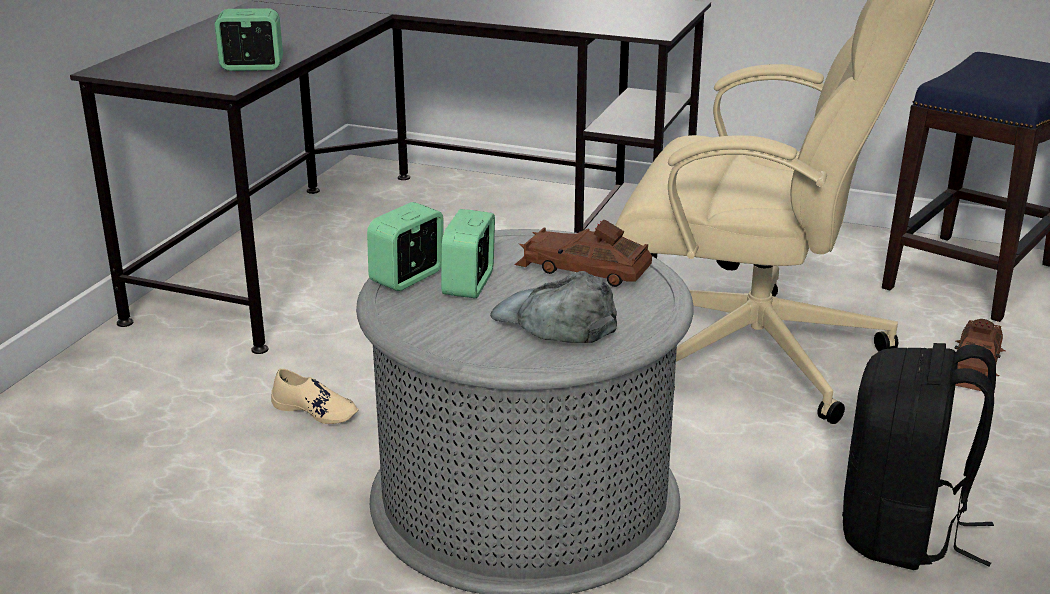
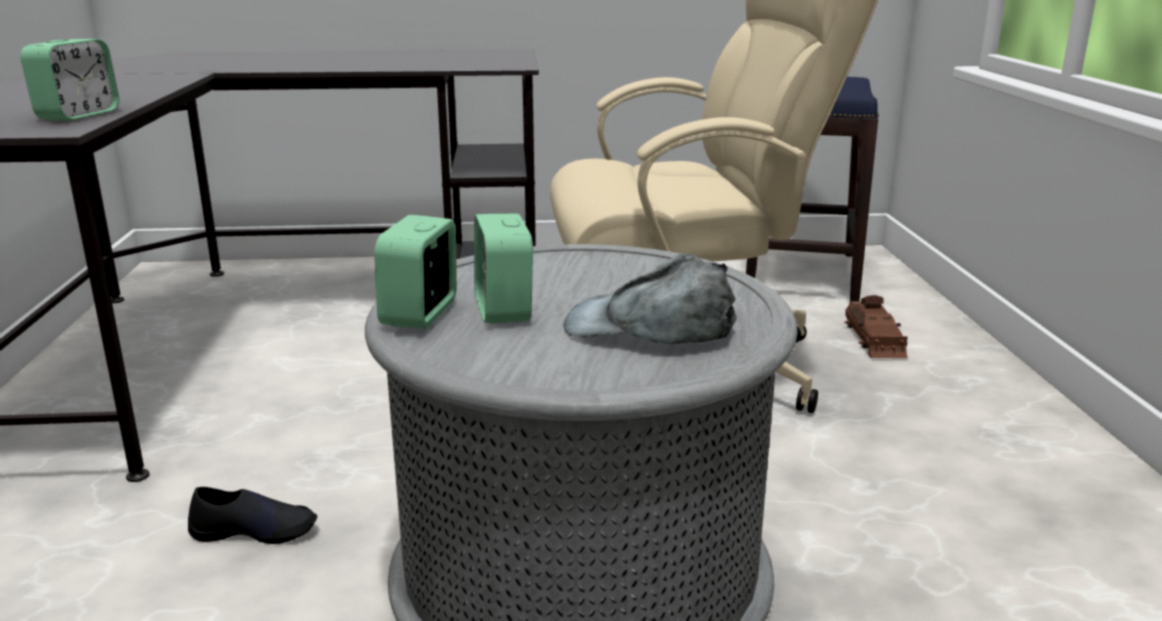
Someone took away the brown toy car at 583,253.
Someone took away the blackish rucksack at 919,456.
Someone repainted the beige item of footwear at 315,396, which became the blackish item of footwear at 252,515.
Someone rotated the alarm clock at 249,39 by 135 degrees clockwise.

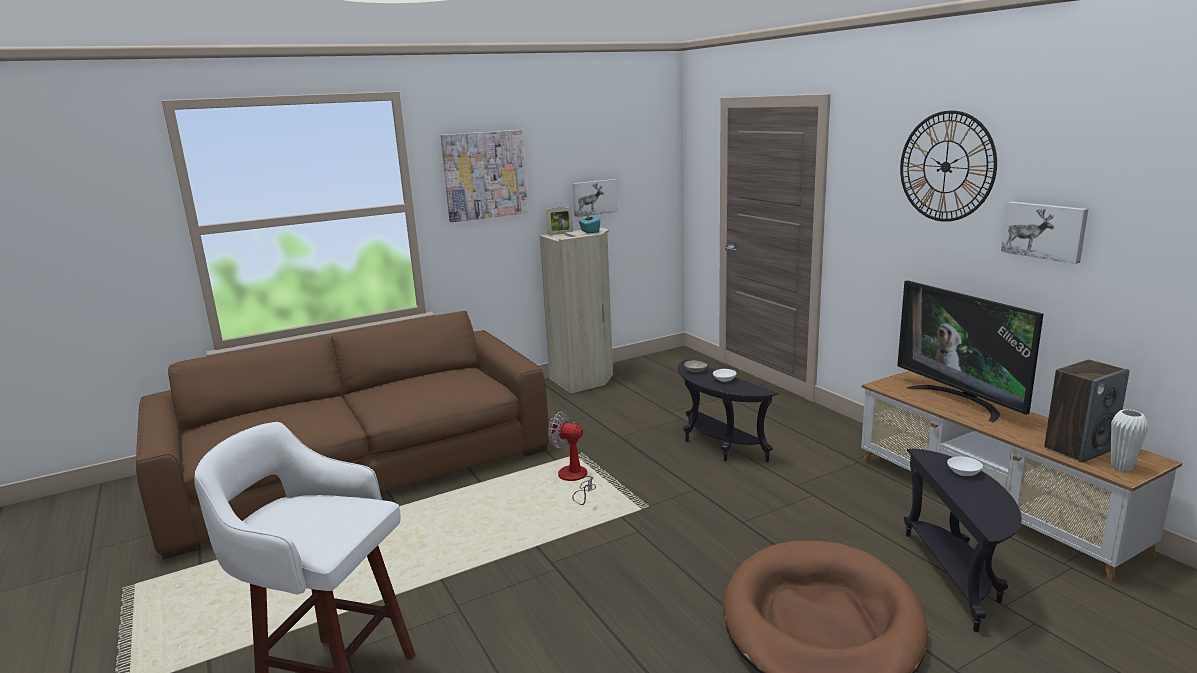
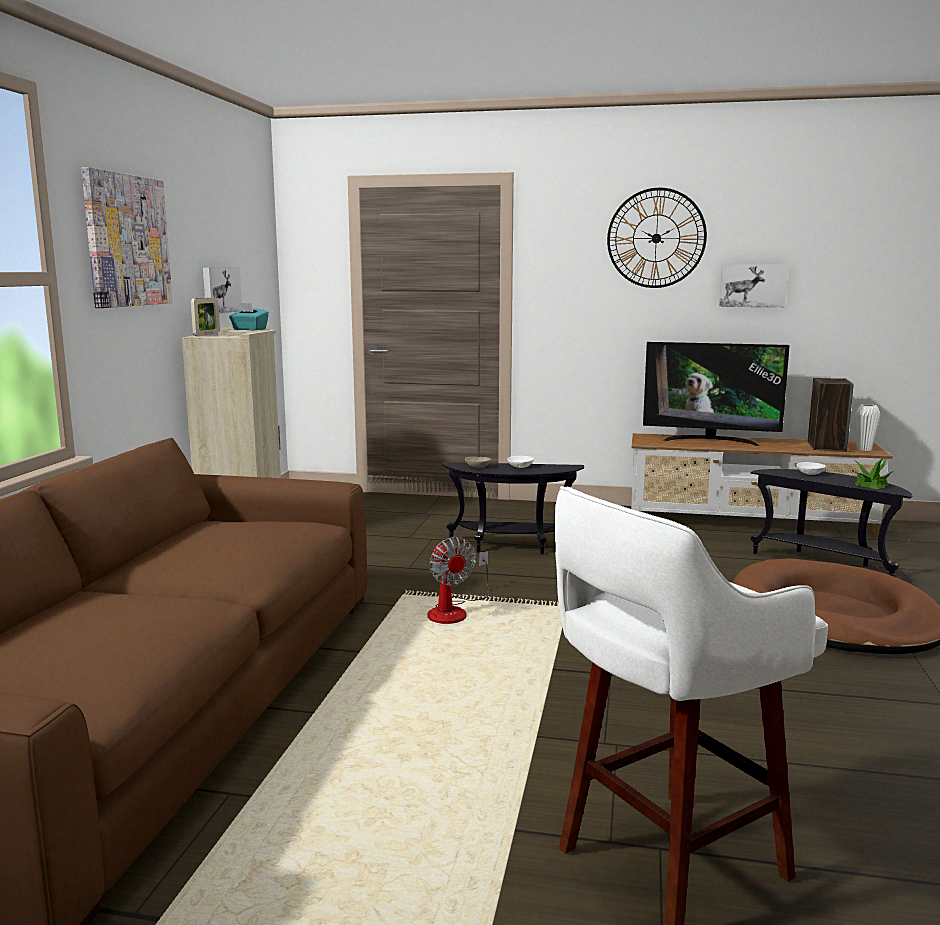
Someone put down the potted plant at 873,473.
Someone rotated the electric fan at 572,458 by 90 degrees counterclockwise.

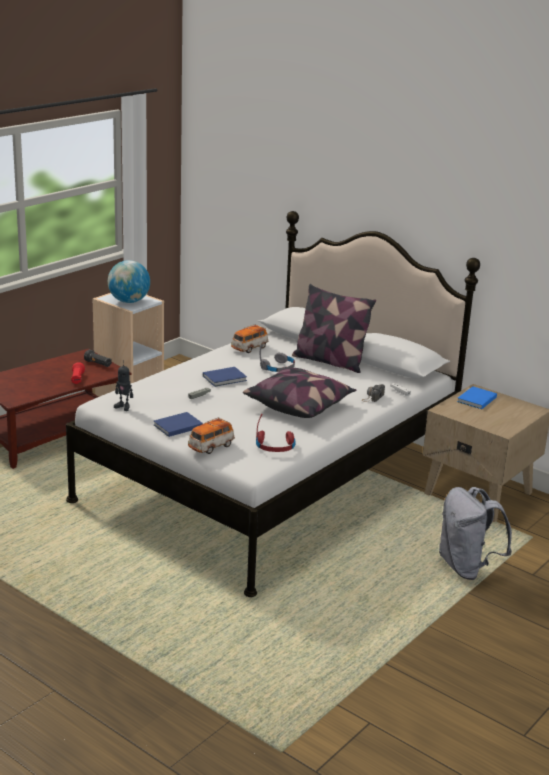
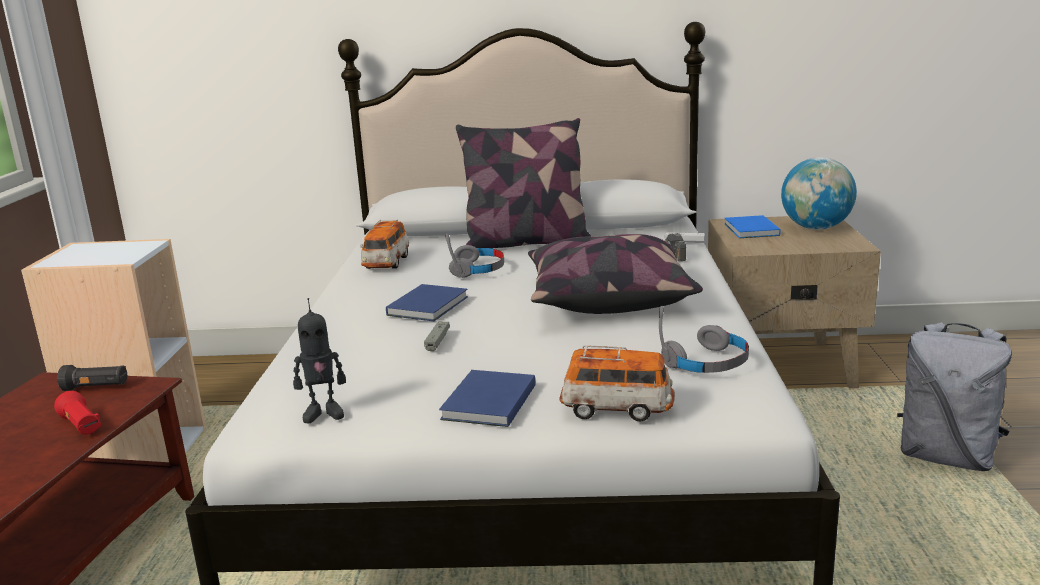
Someone carried the globe from 129,281 to 819,193.
Someone repainted the red pair of headphones at 275,433, which became the grey pair of headphones at 704,339.
Someone rotated the toy car at 211,435 by 90 degrees counterclockwise.

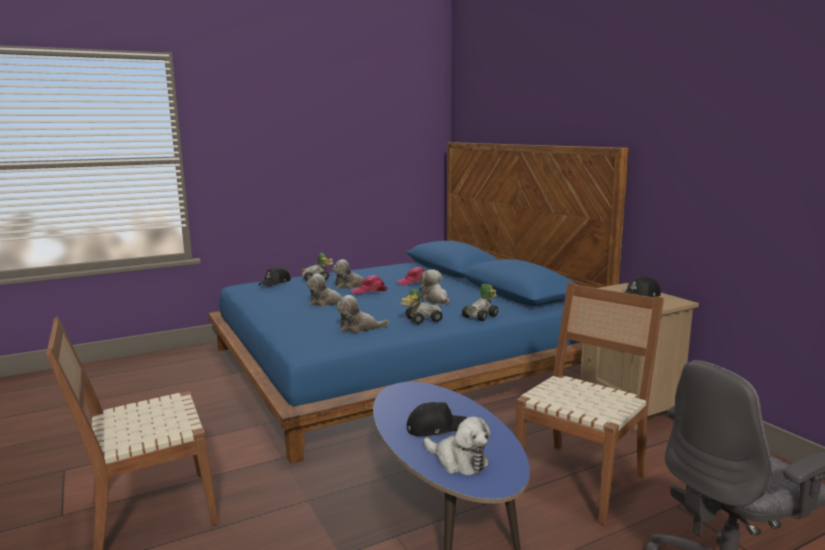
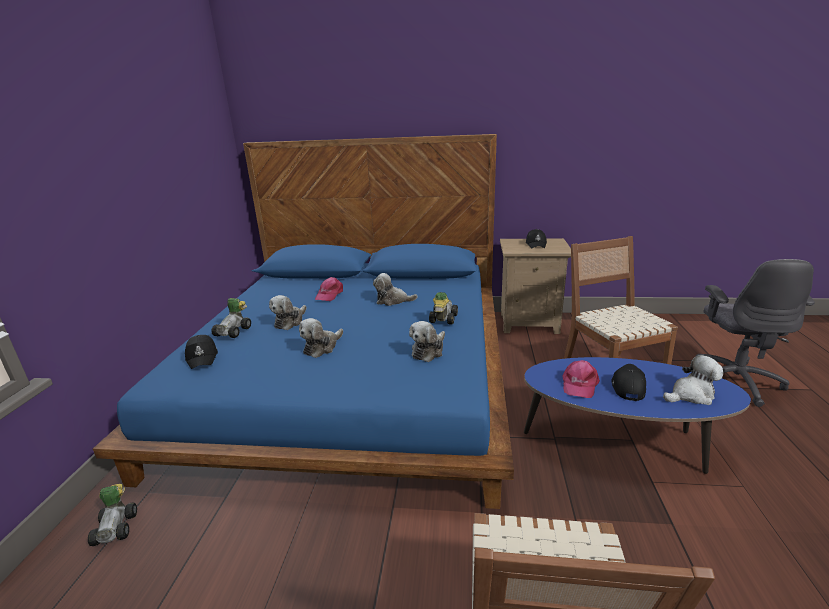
Someone carried the pink baseball cap from 368,285 to 581,379.
Someone carried the toy car from 480,302 to 112,515.

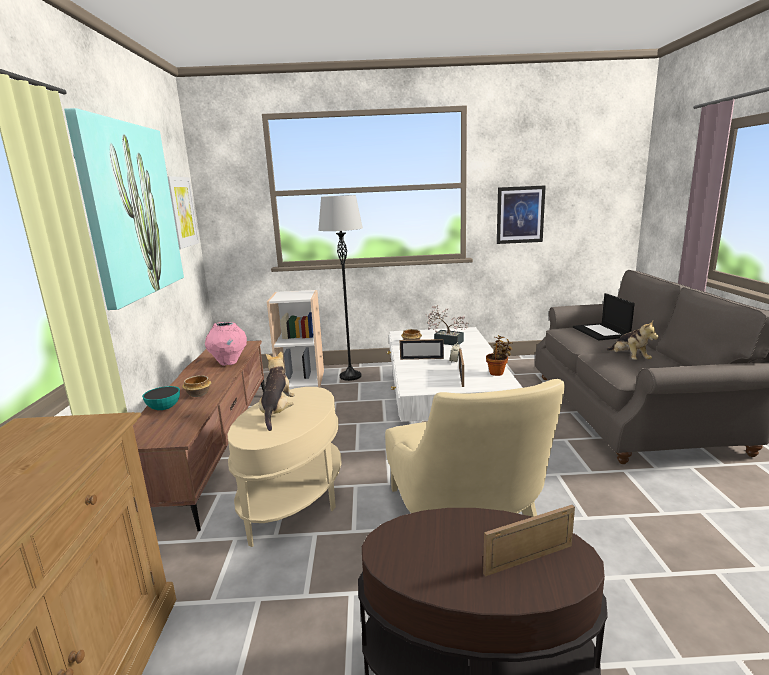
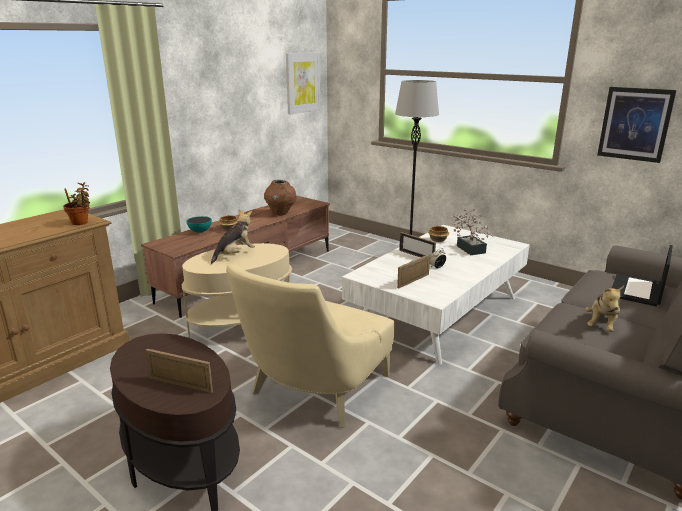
Someone took away the wall picture at 124,209.
Someone took away the shelving unit at 295,339.
Someone carried the potted plant from 499,355 to 76,203.
Someone repainted the pink vase at 226,344, which became the brown vase at 280,198.

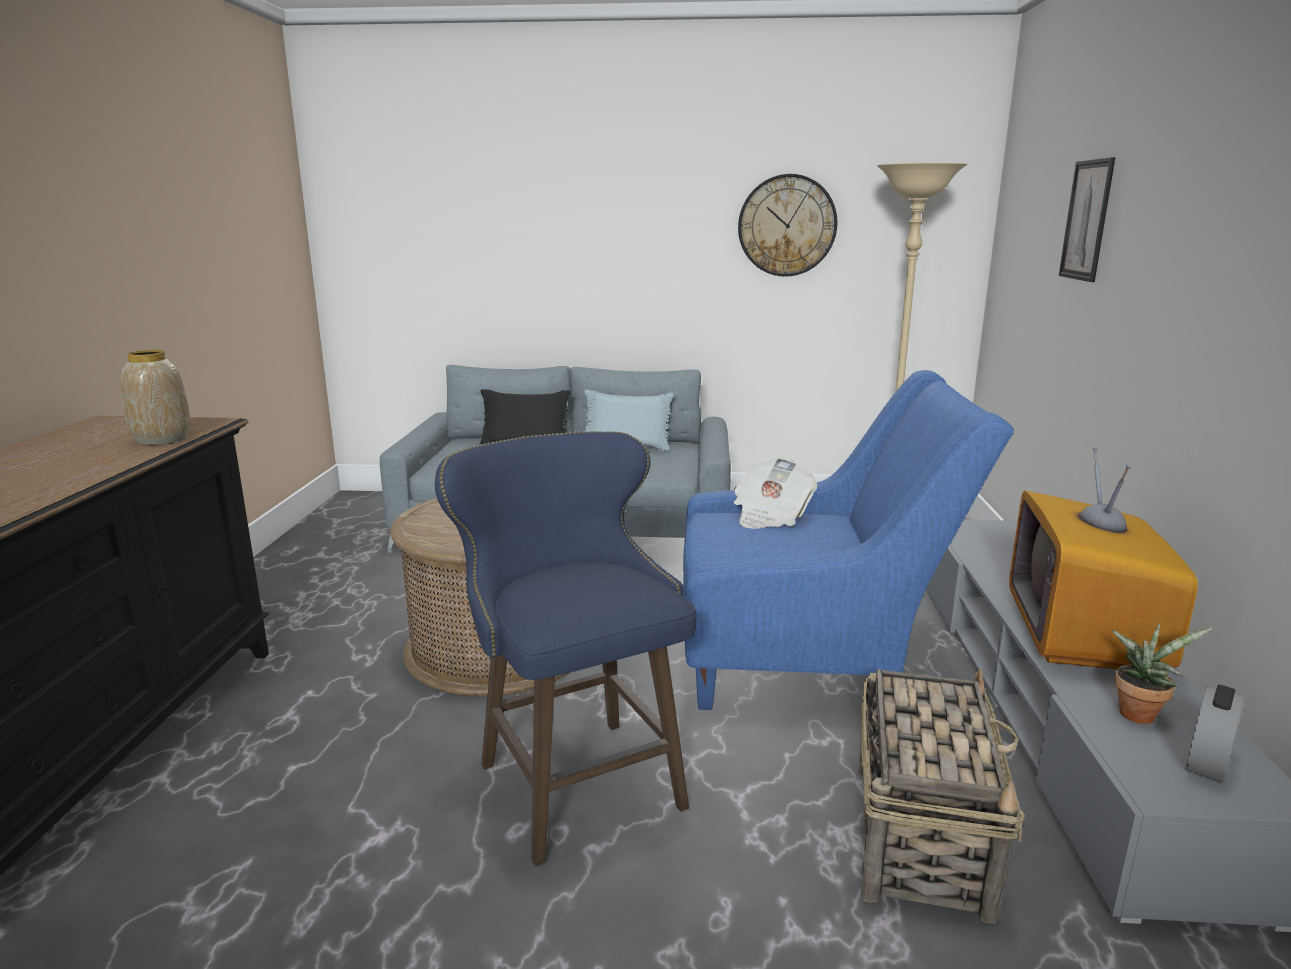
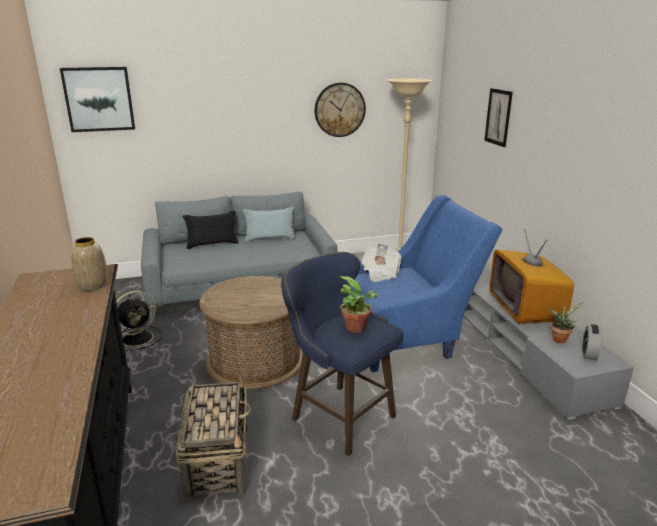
Someone put up the wall picture at 97,99.
Someone put down the blackish electric fan at 139,320.
Someone put down the potted plant at 359,304.
Someone carried the storage basket from 942,796 to 213,438.

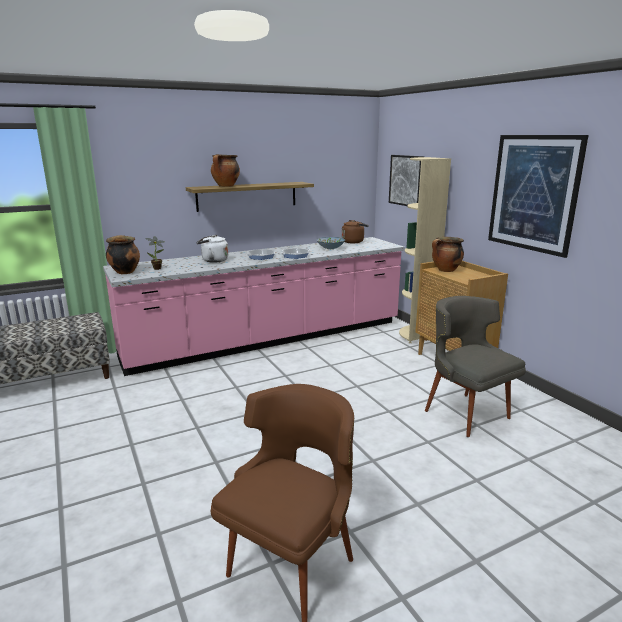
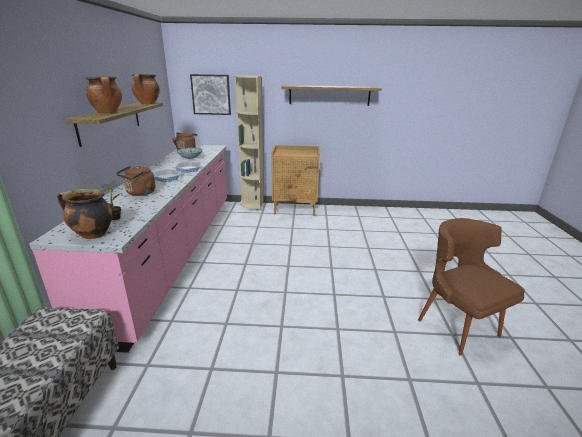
Someone took away the grey chair at 475,366.
Someone carried the stockpot from 448,254 to 146,89.
Someone swapped the wall picture at 538,196 for the bracket shelf at 331,95.
Someone repainted the whitish kettle at 212,249, which became the brown kettle at 136,181.

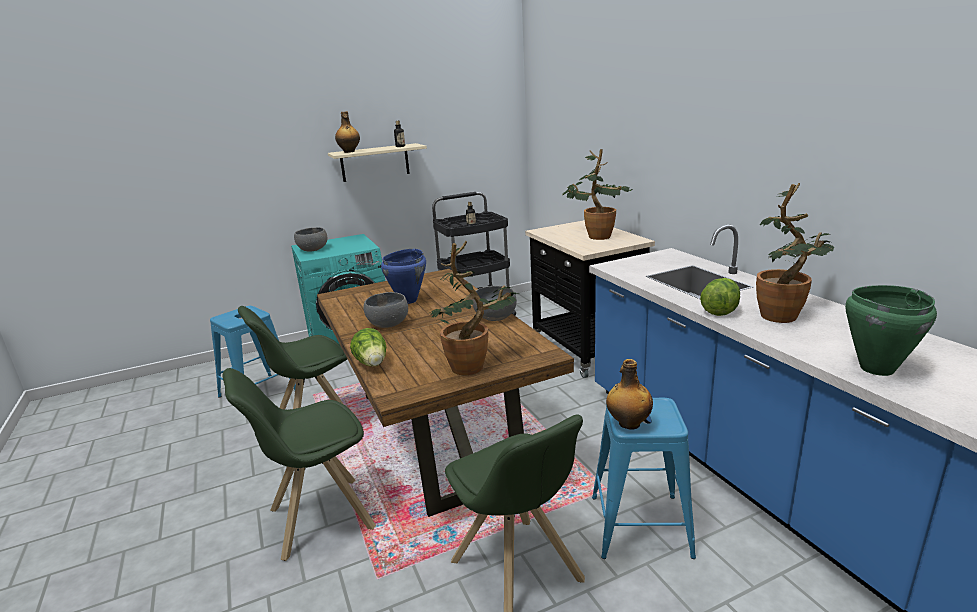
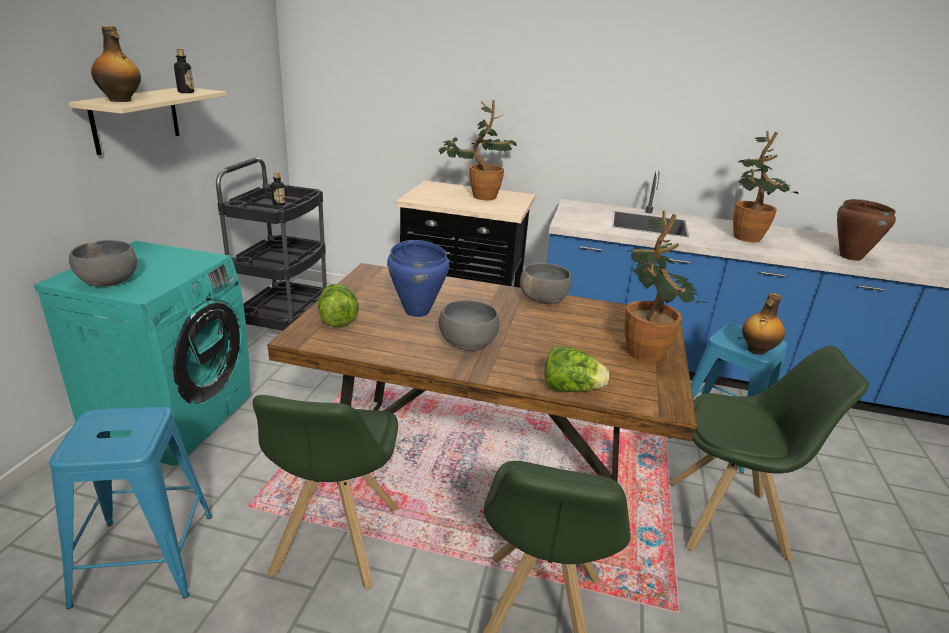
Someone carried the head of lettuce from 720,297 to 338,305.
Someone repainted the green-coloured stockpot at 891,330, which became the brown stockpot at 866,230.

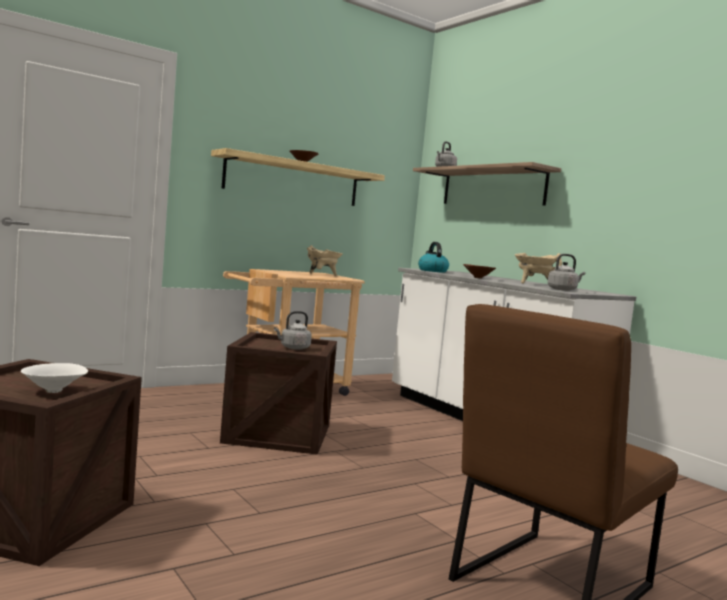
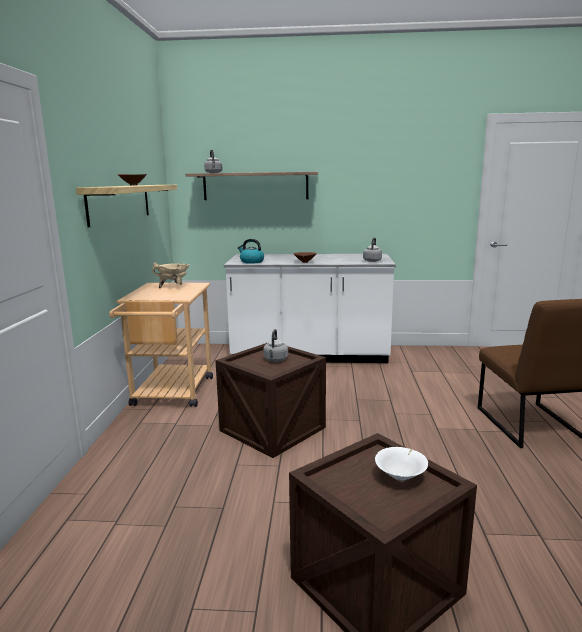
Someone took away the beige stockpot at 538,268.

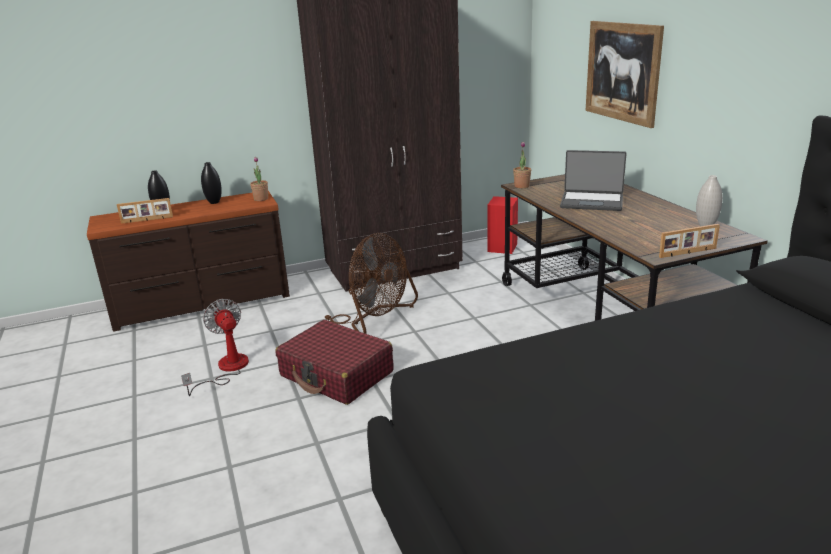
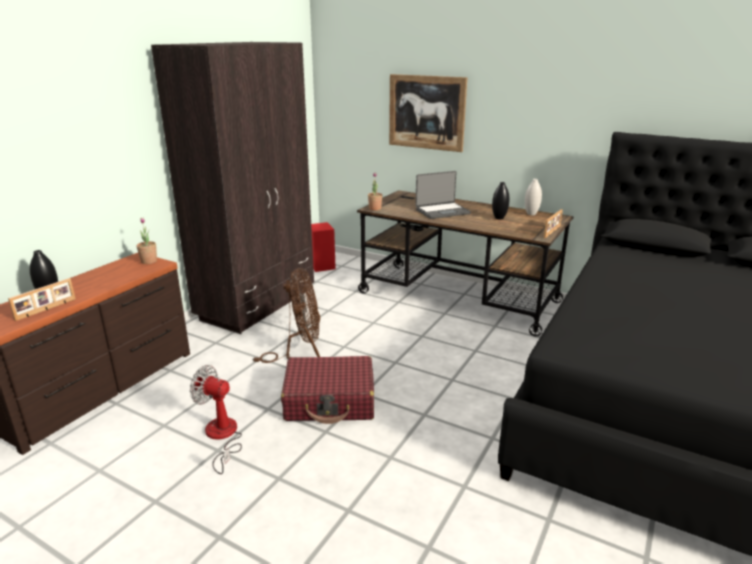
Someone carried the blackish vase from 211,183 to 501,200.

